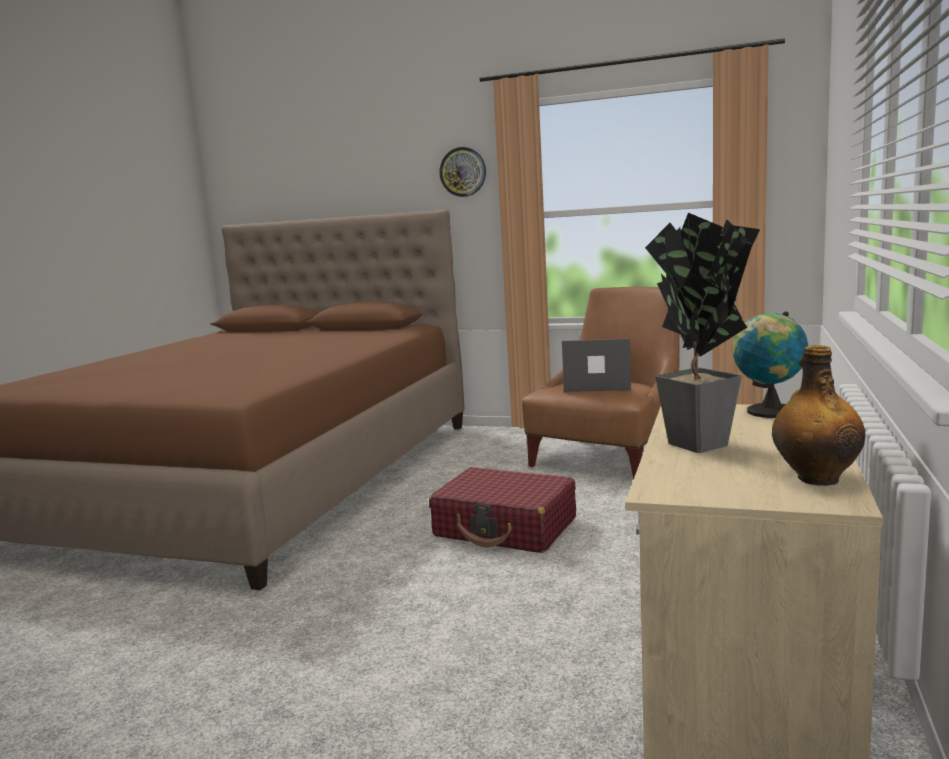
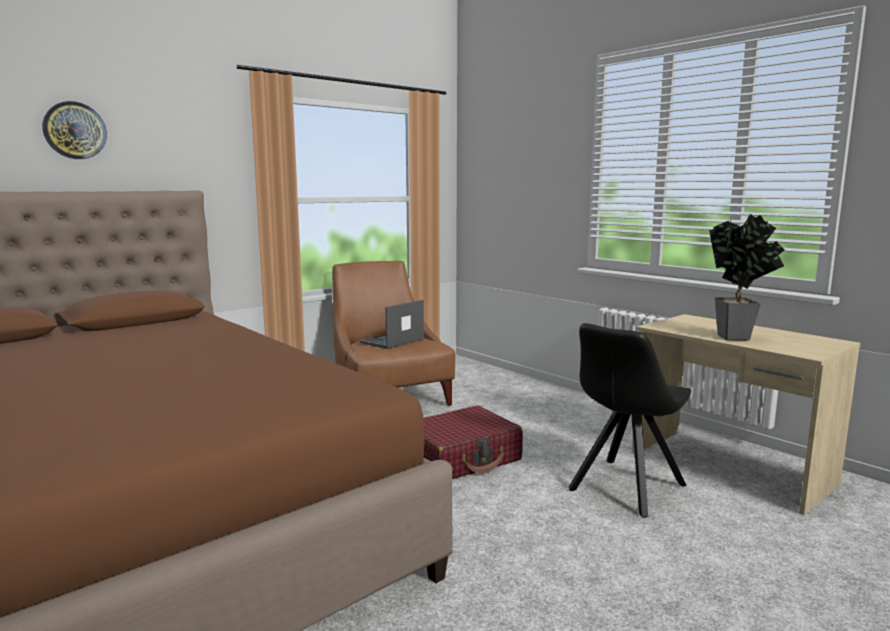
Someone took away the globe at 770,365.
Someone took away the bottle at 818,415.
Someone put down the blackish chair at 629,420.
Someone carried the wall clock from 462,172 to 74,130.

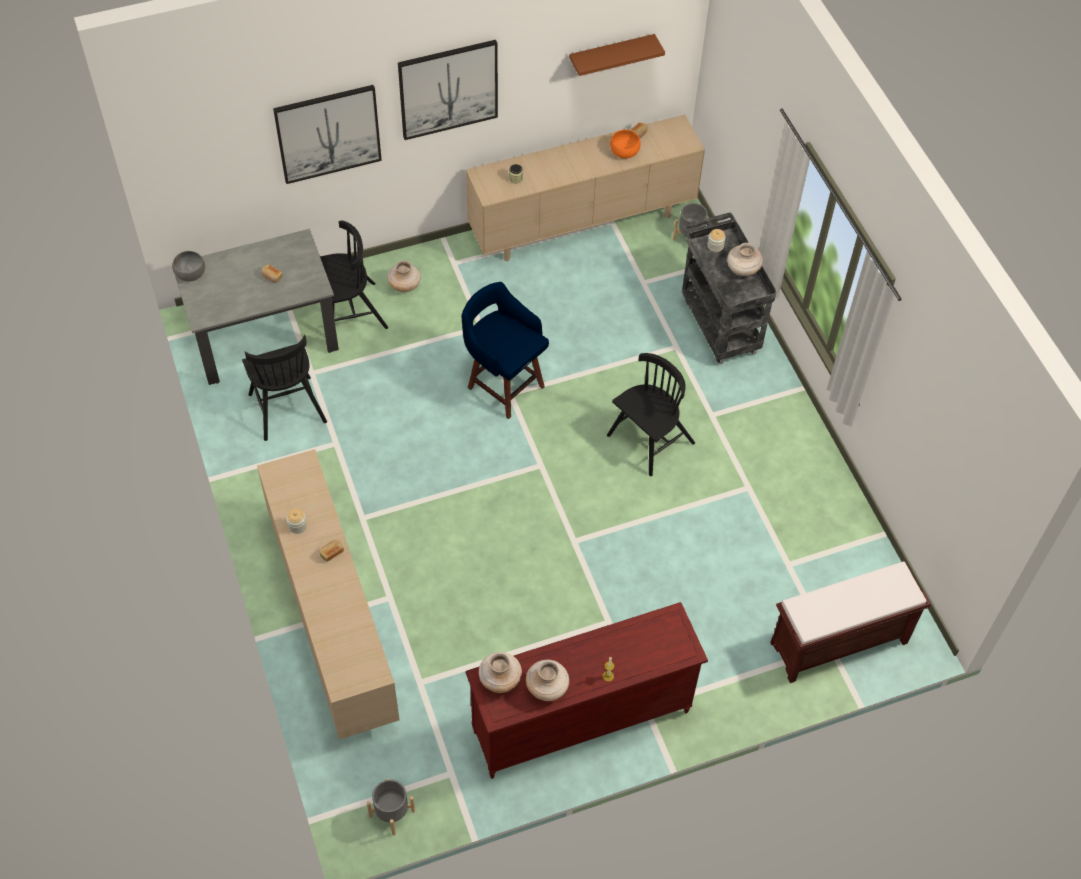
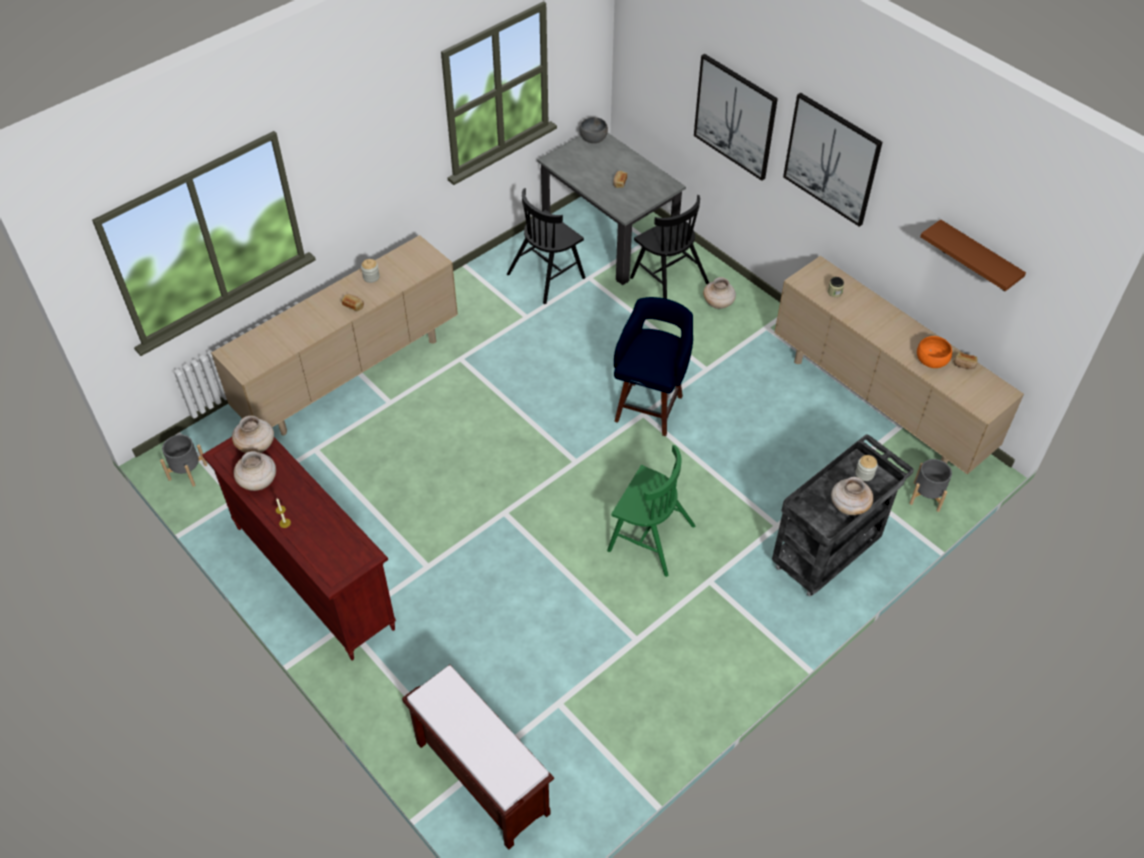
Someone repainted the blackish chair at 651,414, which became the green-coloured chair at 651,511.

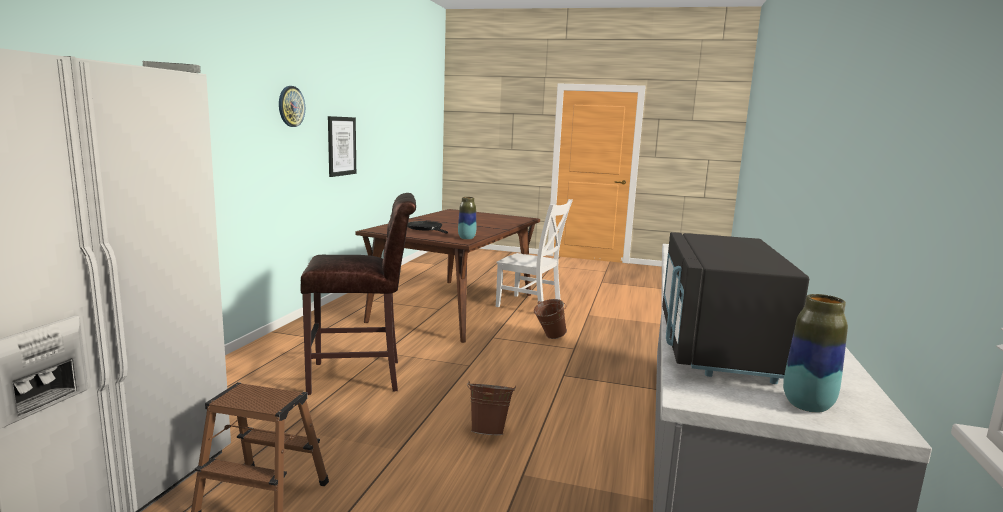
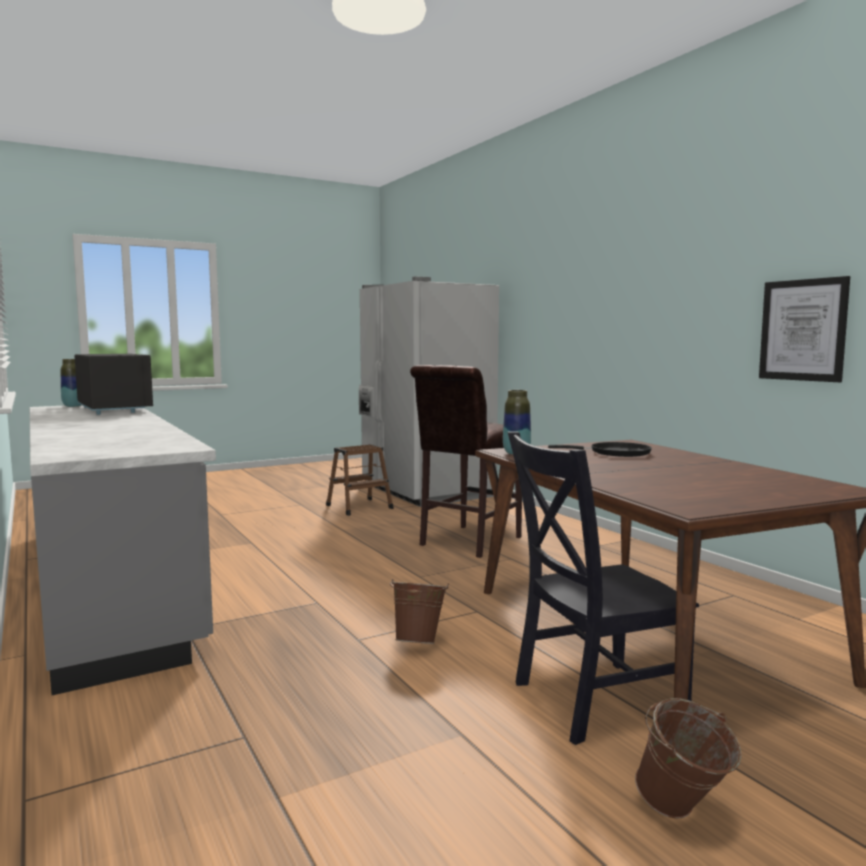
Someone took away the wall clock at 292,106.
Someone carried the brown bucket from 491,408 to 688,758.
Someone repainted the whitish chair at 534,253, which became the blackish chair at 603,588.

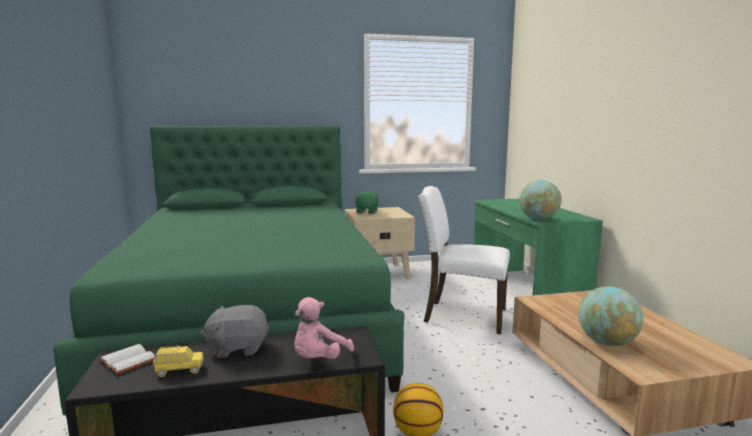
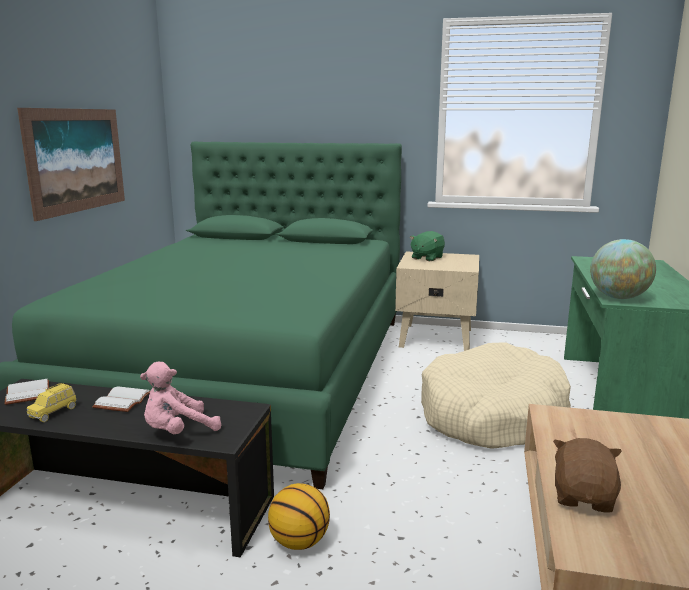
Someone put up the wall picture at 71,164.
Someone swapped the grey plush toy at 235,331 for the whitish bound book at 121,399.
Someone swapped the whitish chair at 464,260 for the beige dog bed at 496,395.
Someone swapped the globe at 610,316 for the brown plush toy at 587,475.
Someone rotated the yellowish toy car at 178,361 by 105 degrees clockwise.

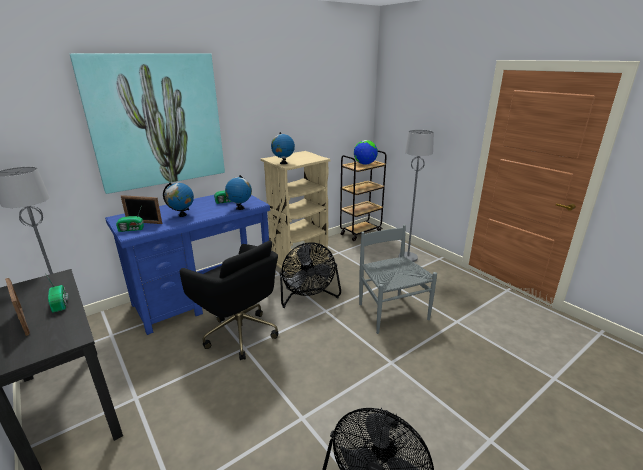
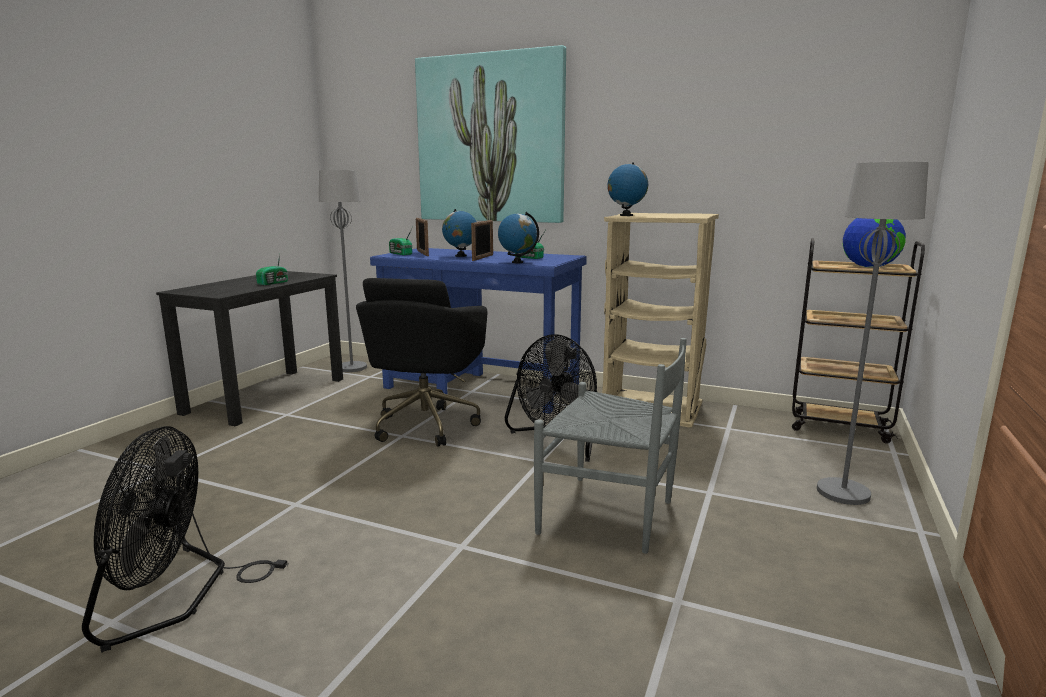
Someone carried the standing frame from 17,307 to 482,240.
Someone rotated the grey chair at 398,279 by 75 degrees clockwise.

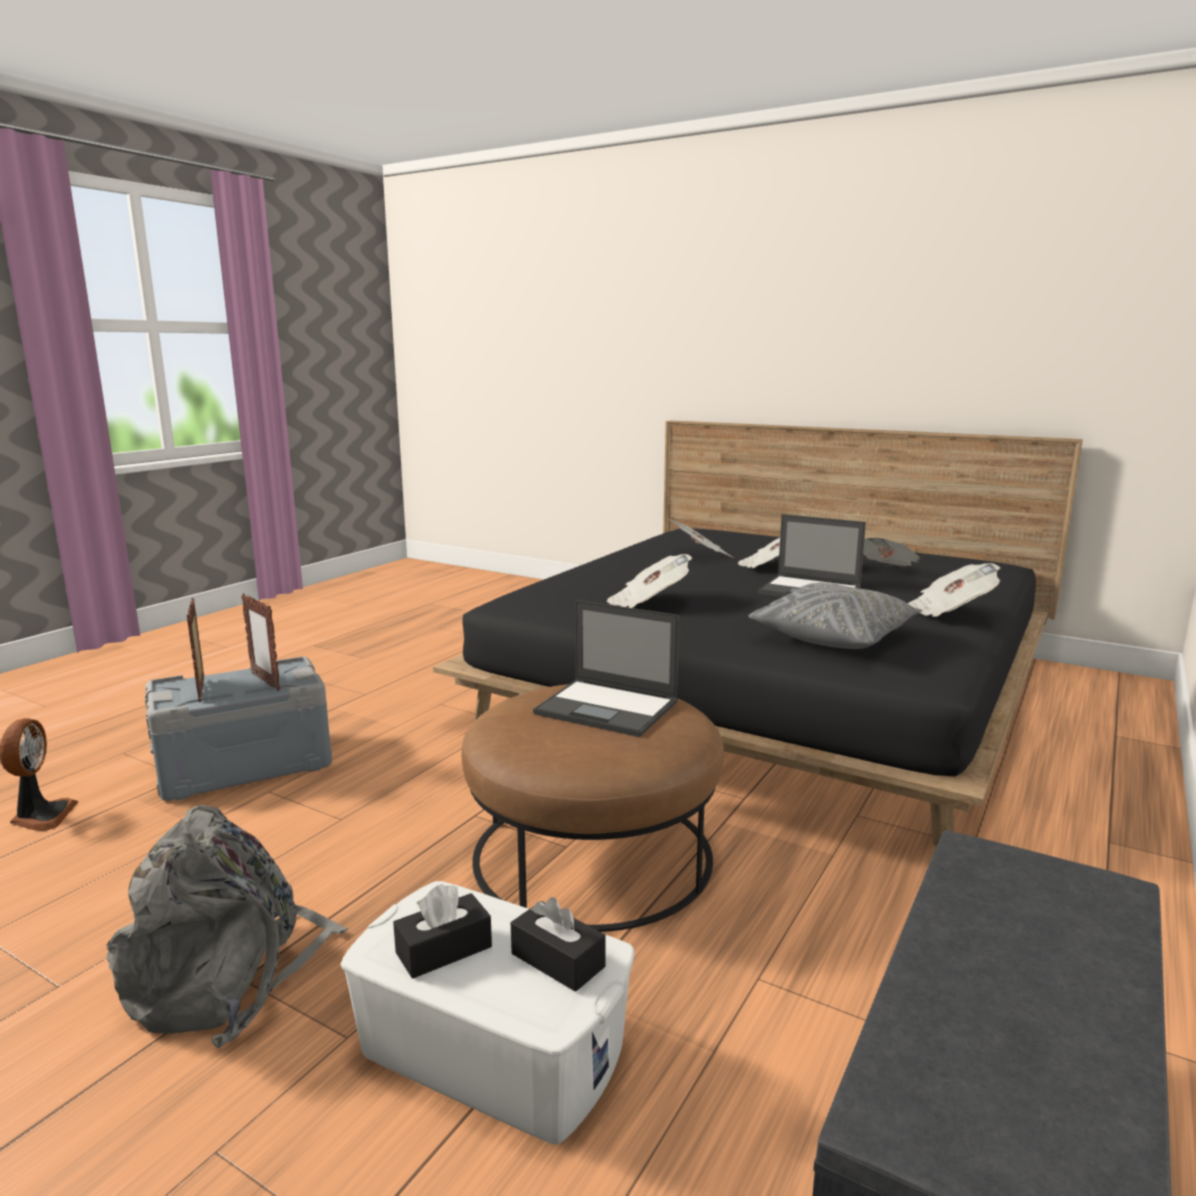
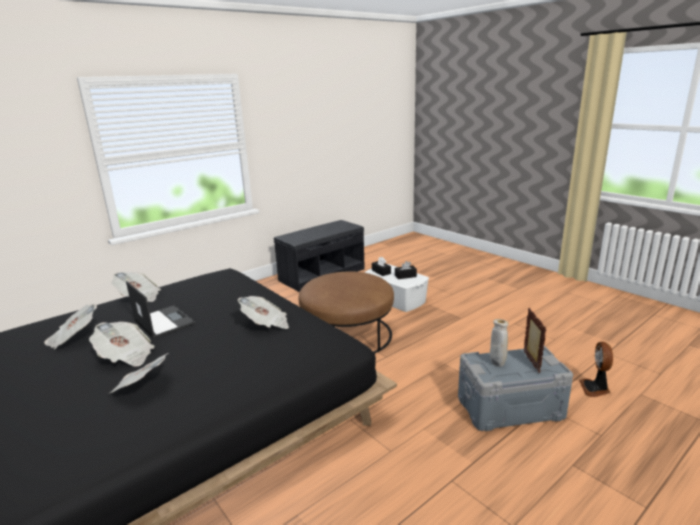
Someone took away the grey rucksack at 227,926.
Someone took away the laptop at 606,668.
Someone took away the grey throw pillow at 836,616.
Someone swapped the standing frame at 260,642 for the beige vase at 499,343.

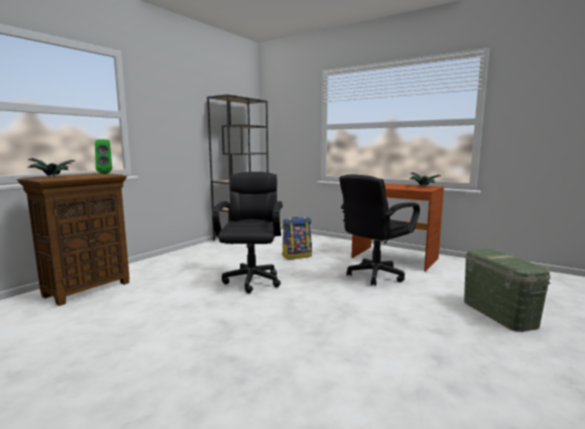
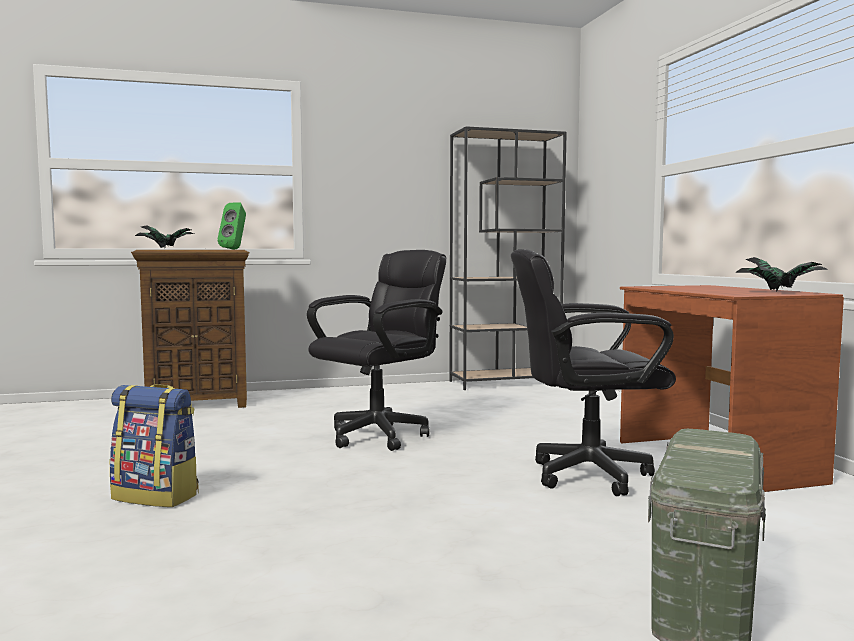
Someone carried the rucksack from 297,238 to 154,445.

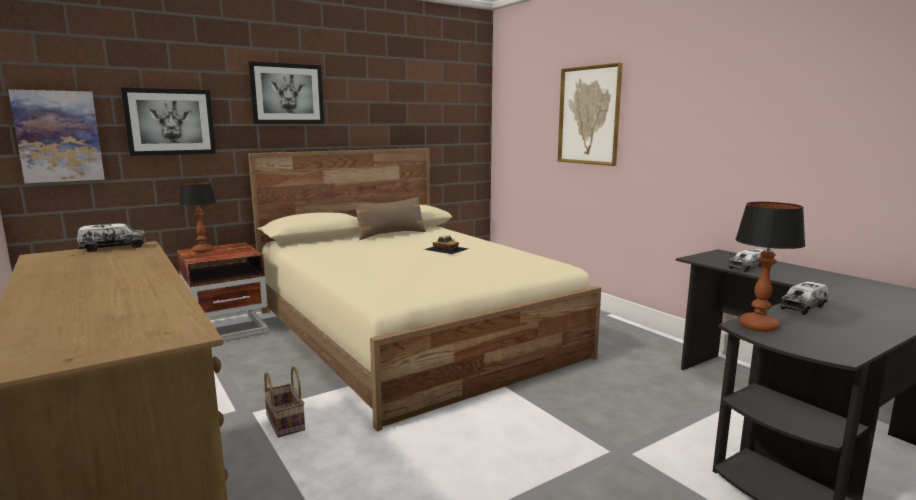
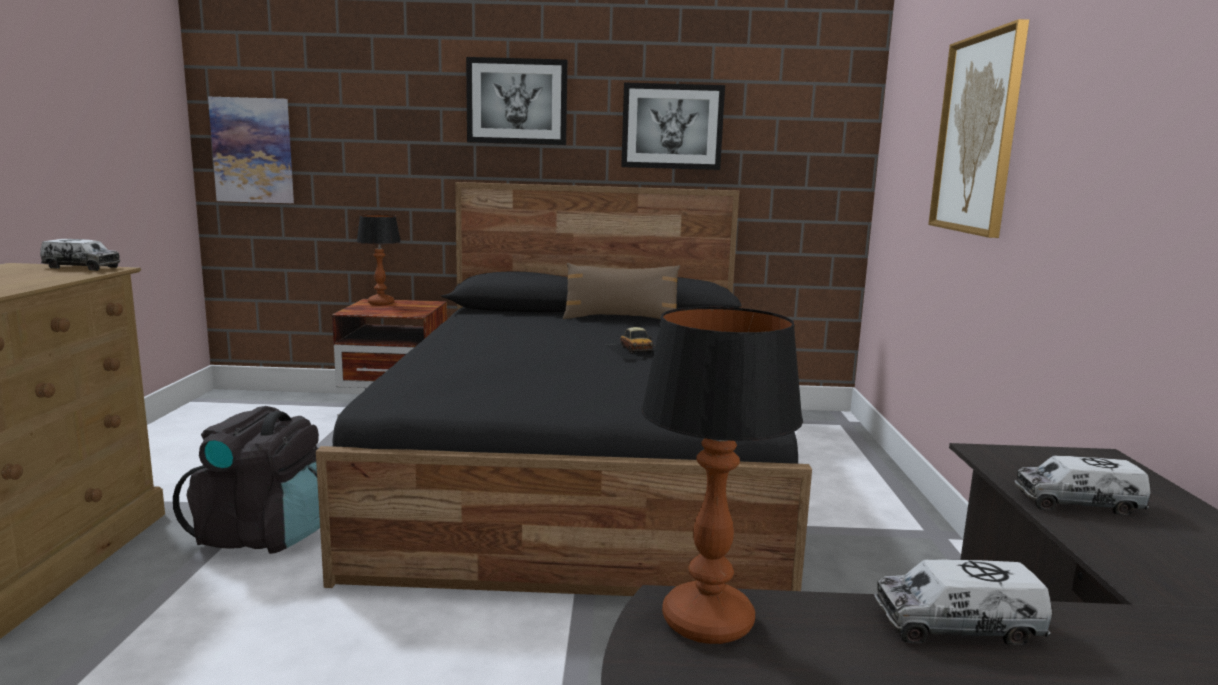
Someone carried the wall picture from 168,122 to 673,126.
Someone swapped the storage basket at 284,401 for the blackish rucksack at 246,480.
Someone repainted the beige sleeping bed at 424,289, which became the blackish sleeping bed at 564,389.

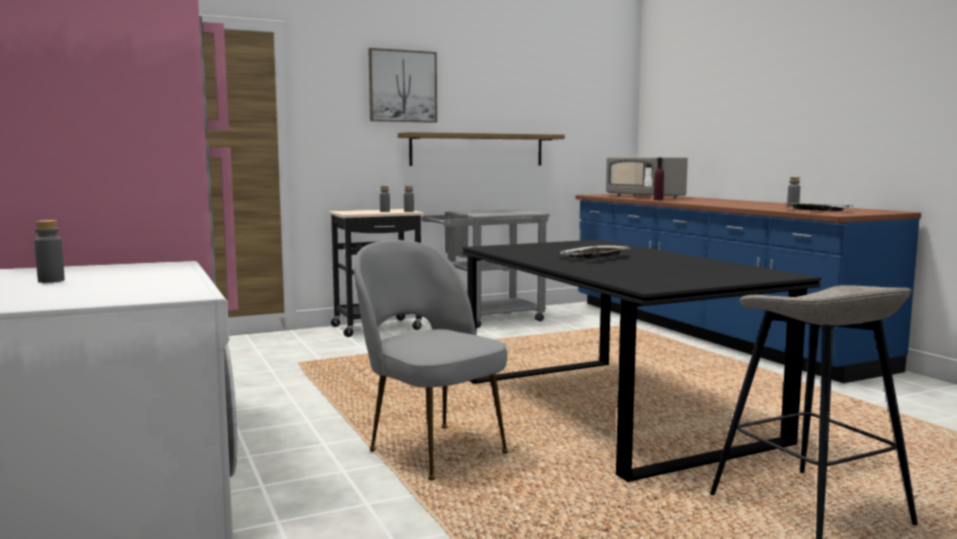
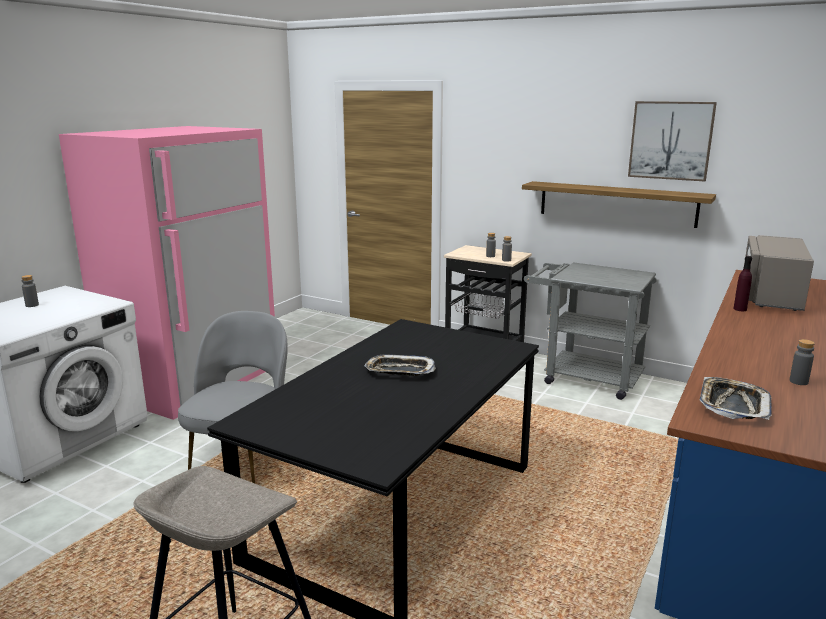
Someone carried the wall picture from 402,85 to 672,141.

